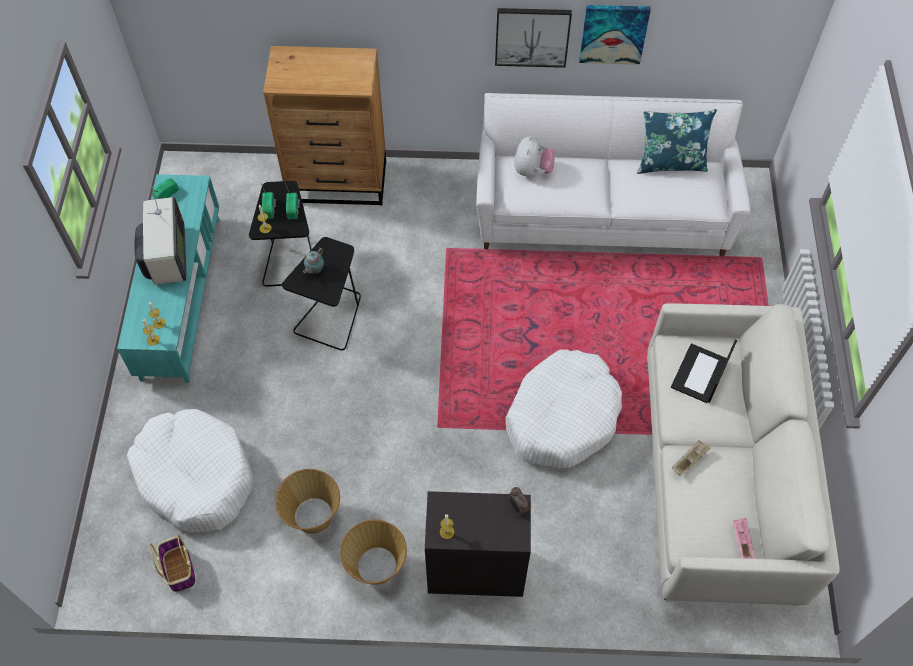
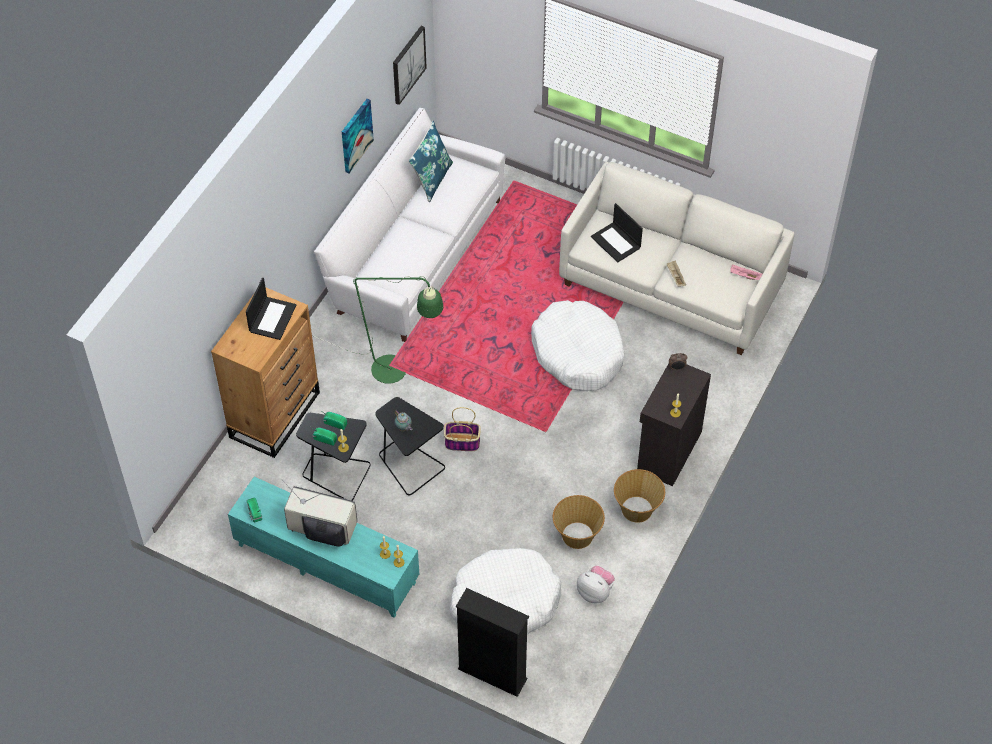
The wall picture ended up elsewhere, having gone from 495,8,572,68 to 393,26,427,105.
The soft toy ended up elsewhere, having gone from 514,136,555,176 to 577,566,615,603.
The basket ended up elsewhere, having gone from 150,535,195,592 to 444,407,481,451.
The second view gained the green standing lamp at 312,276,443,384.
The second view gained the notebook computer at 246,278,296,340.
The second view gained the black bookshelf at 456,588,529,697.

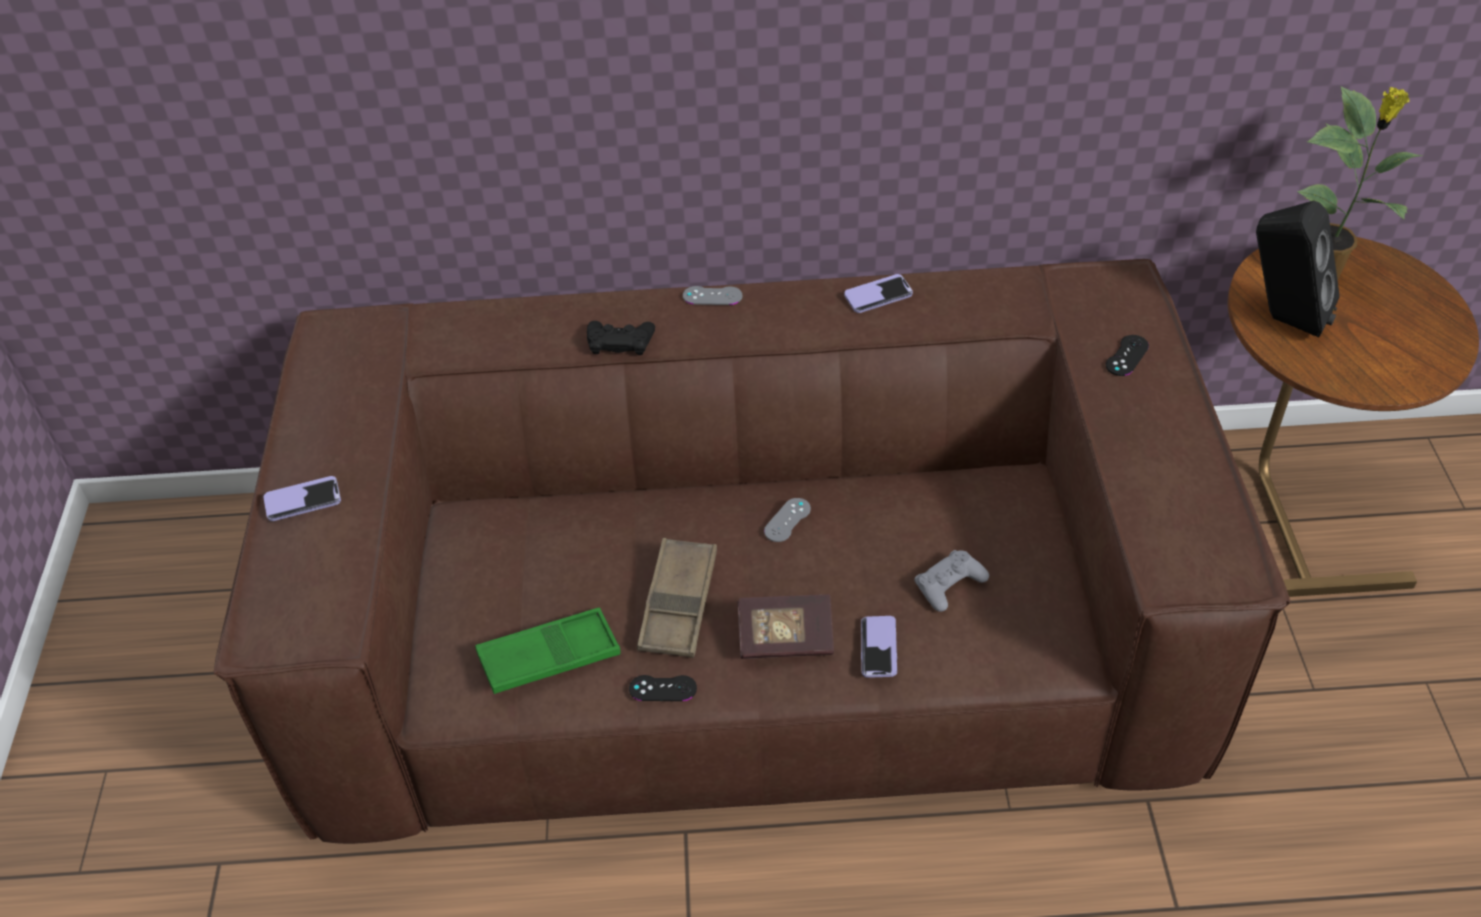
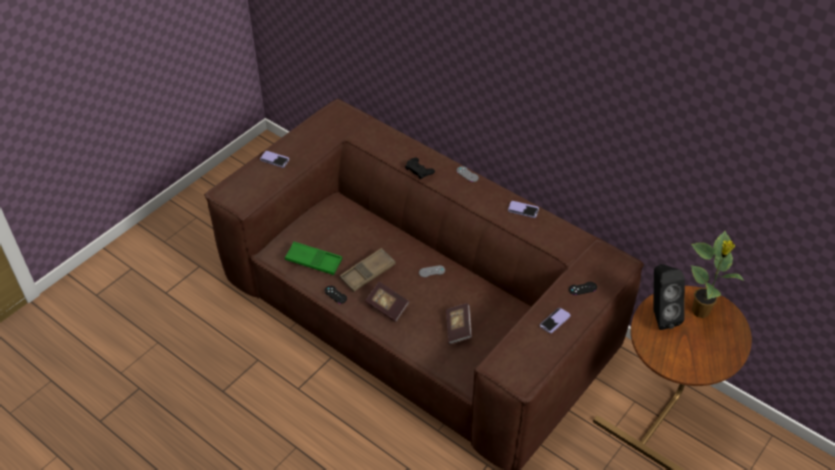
Where the greyish gamepad stood at 914,550,989,612, the bound book came to stand at 446,303,472,344.
The telephone ended up elsewhere, having gone from 861,616,897,678 to 540,308,571,333.

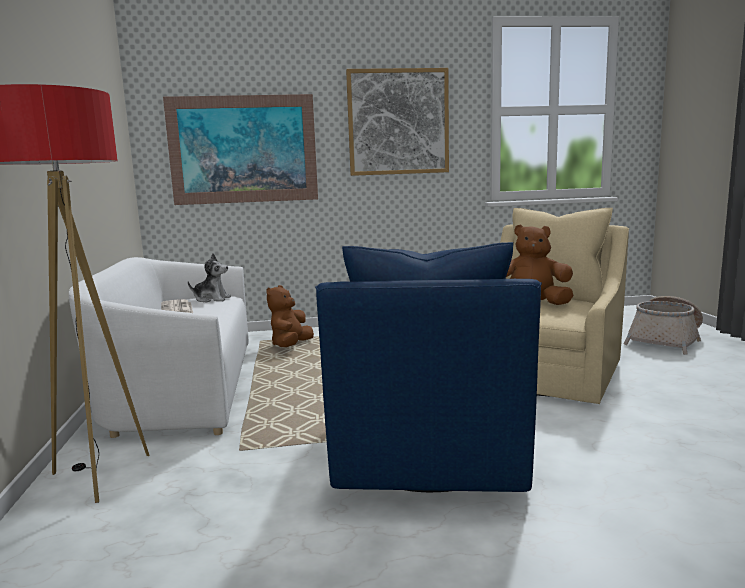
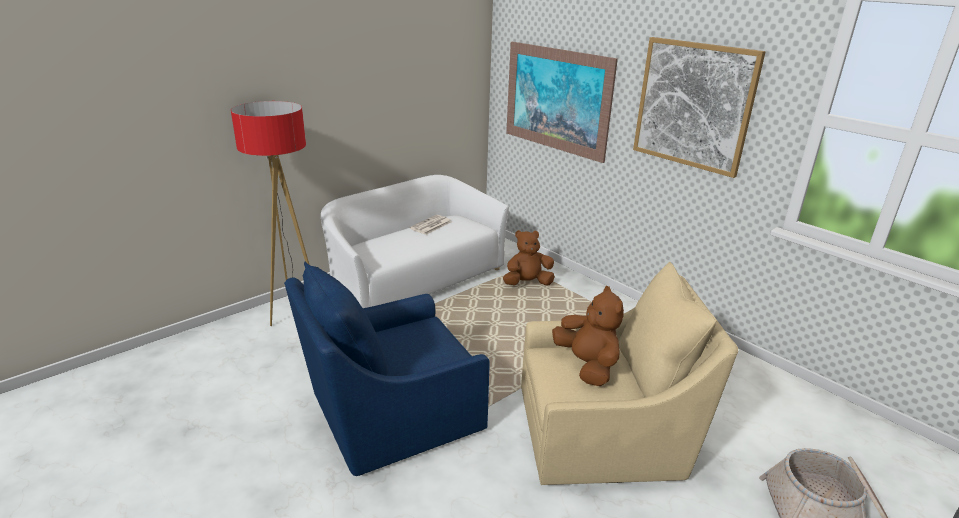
The second view lost the soft toy at 188,253,231,302.

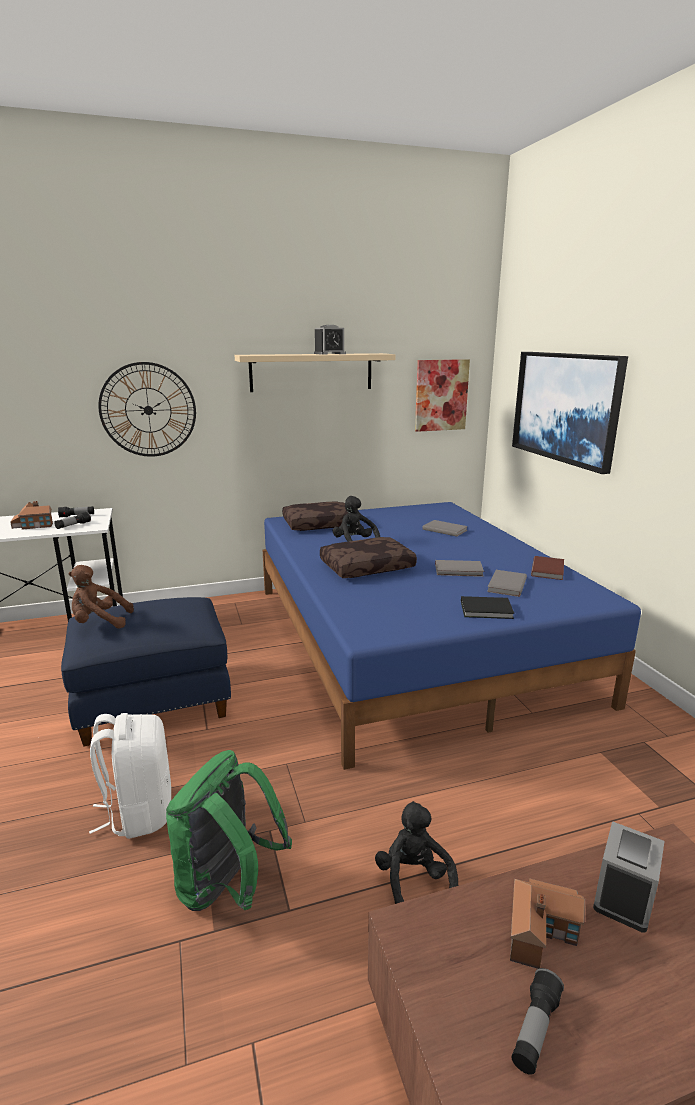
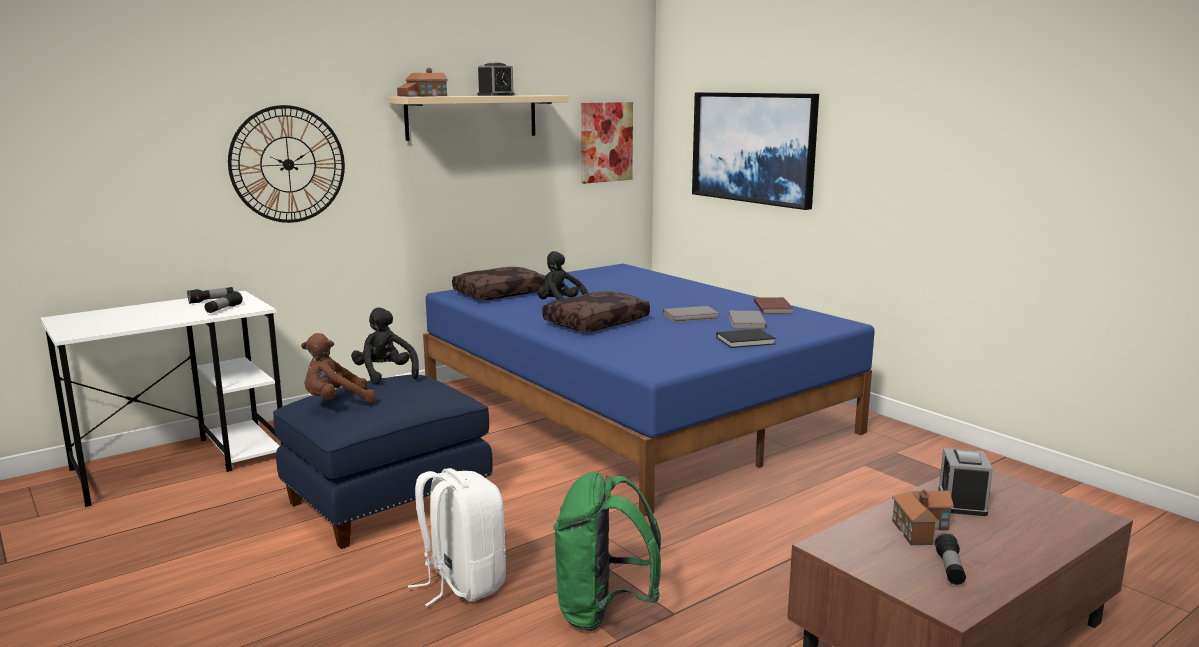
The toy house ended up elsewhere, having gone from 10,501,53,530 to 397,68,448,97.
The second view lost the greyish bound book at 422,520,468,537.
The black soft toy ended up elsewhere, having gone from 375,801,458,904 to 351,307,419,384.

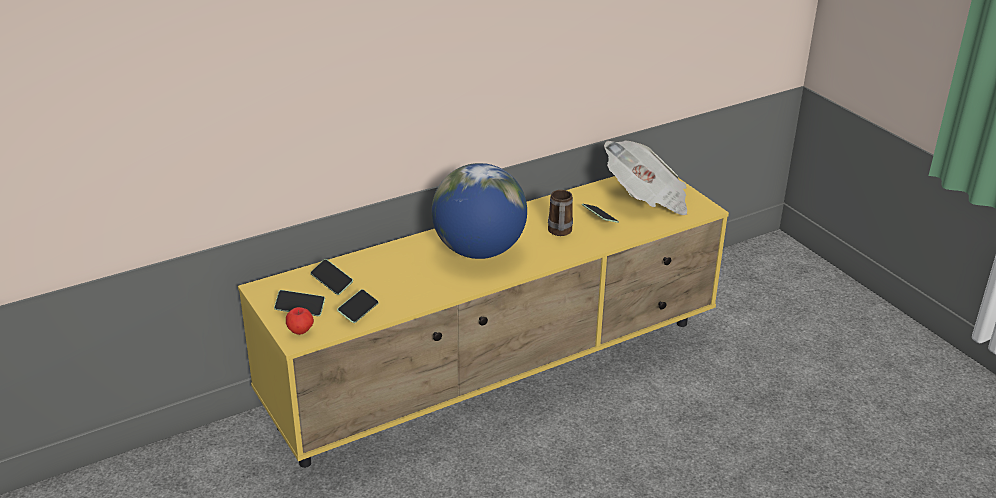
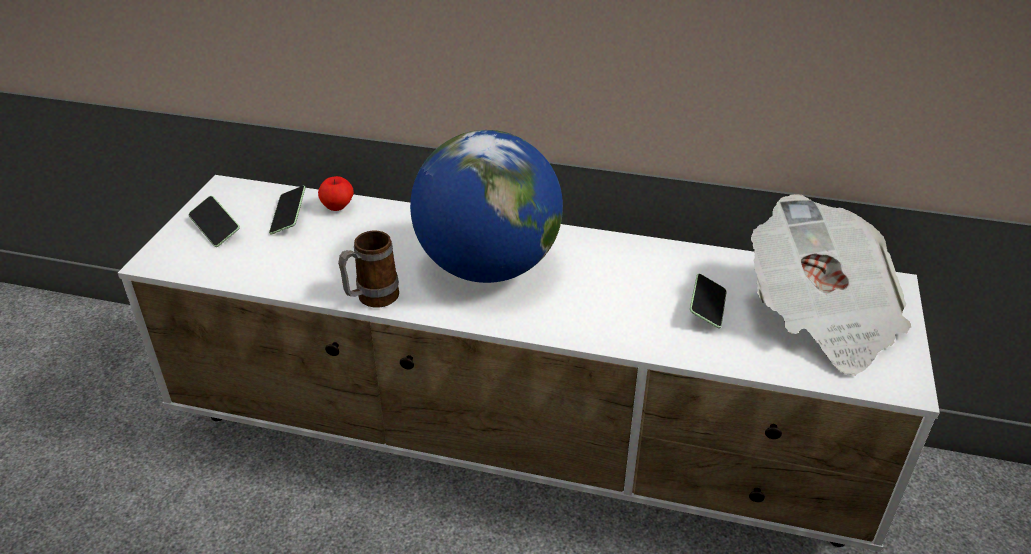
What was the yellow tv stand at 238,176,729,468 turned into the white-coloured tv stand at 118,175,940,552.
The mug ended up elsewhere, having gone from 548,190,573,236 to 338,231,399,308.
The second view lost the telephone at 337,289,379,323.
The apple ended up elsewhere, having gone from 286,307,314,335 to 318,176,354,211.

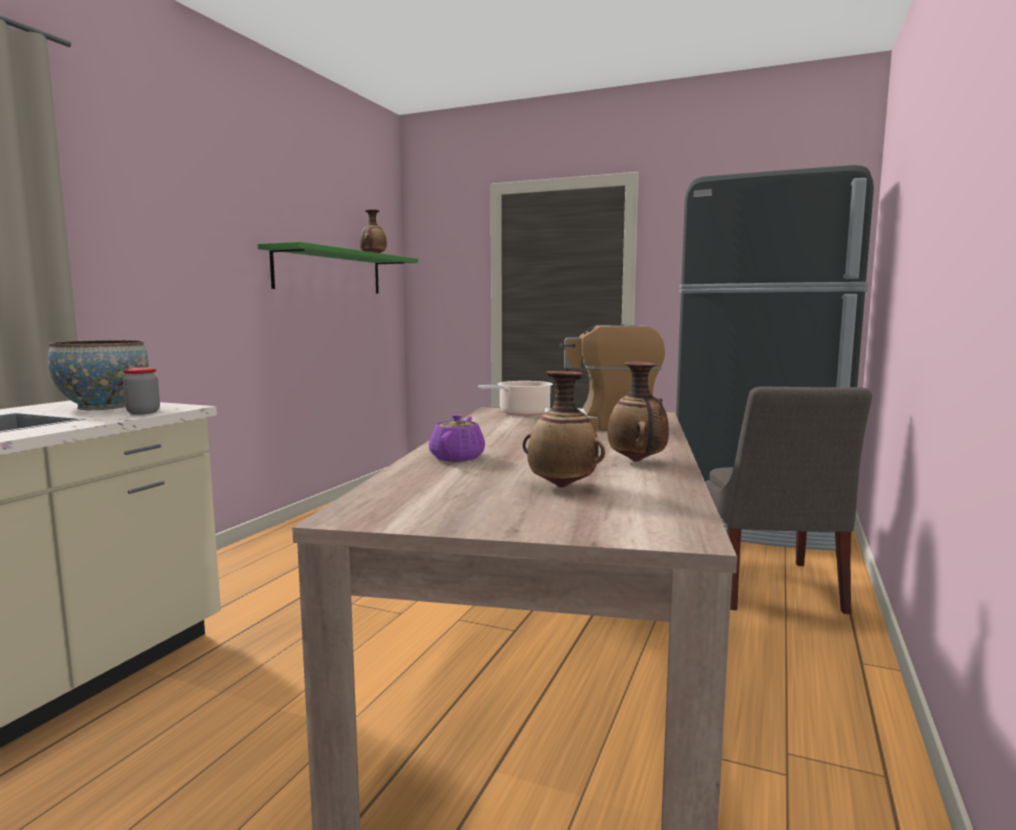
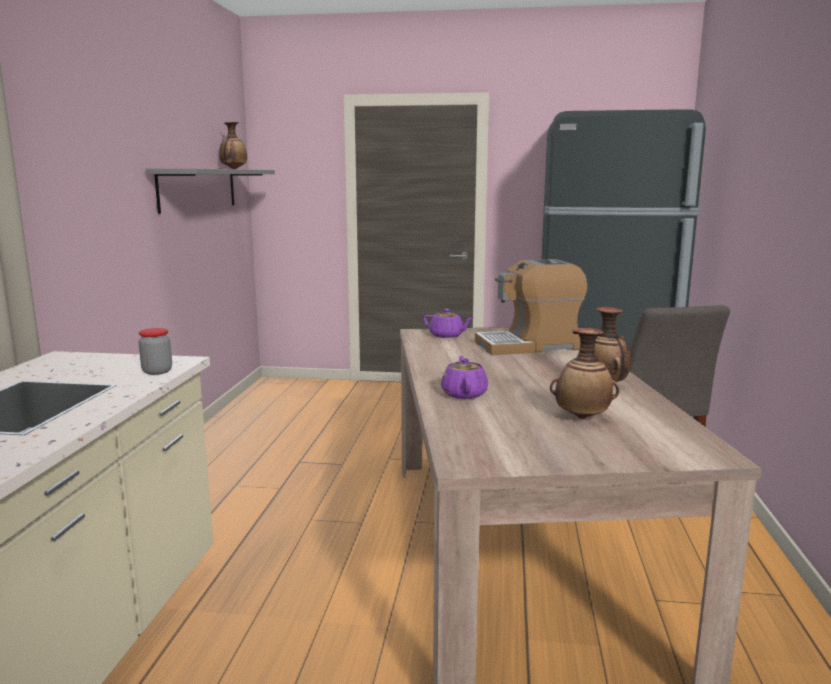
What was the green wall shelf at 258,242,418,294 turned into the greyish wall shelf at 146,169,275,214.
The second view lost the deep dish at 48,340,148,410.
Where the cooking pot stood at 478,381,553,416, the purple tea pot came to stand at 423,309,473,338.

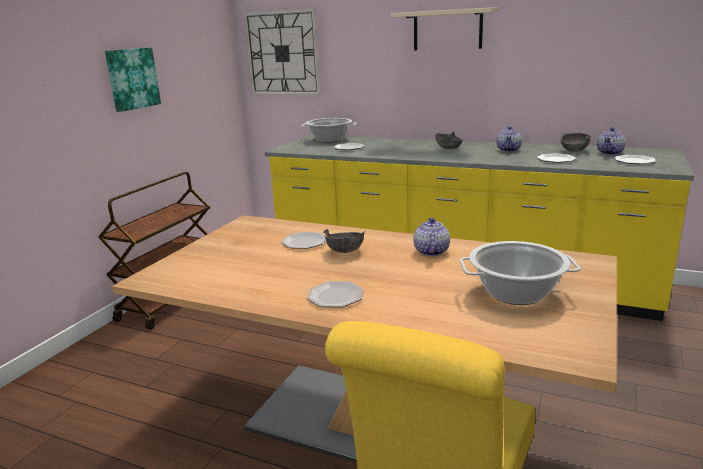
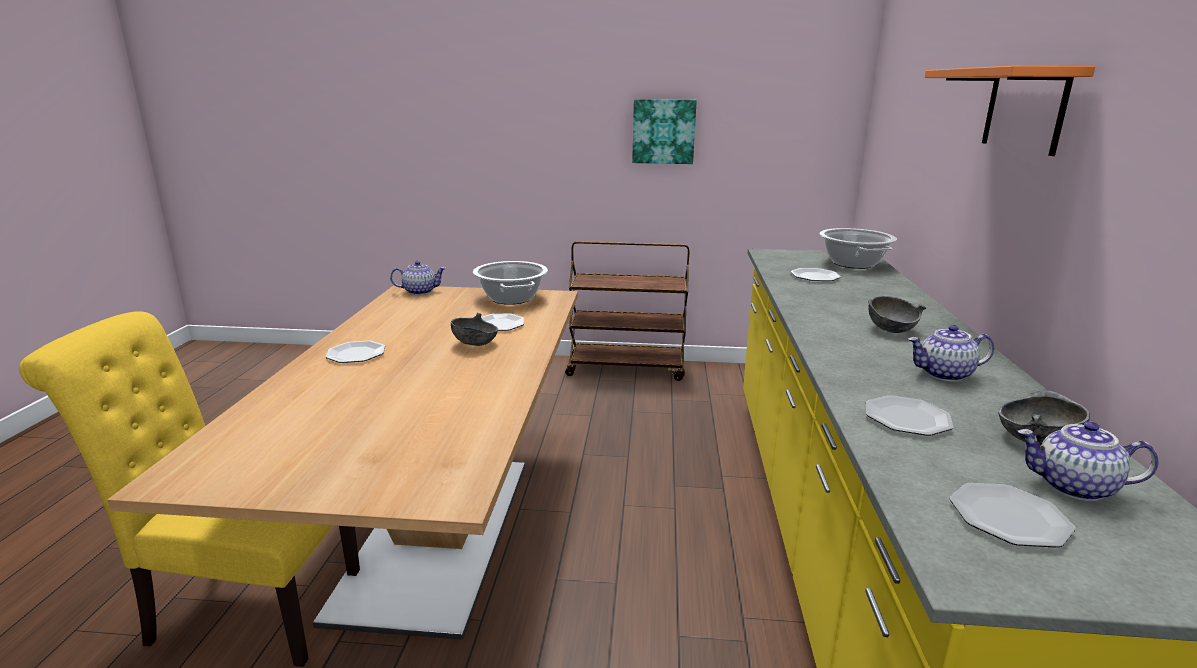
What was the sand-coloured wall shelf at 391,7,498,50 turned into the orangey wall shelf at 925,66,1095,156.
The second view lost the wall clock at 243,8,321,95.
The tea pot ended up elsewhere, having gone from 414,218,450,256 to 390,261,446,295.
The cooking pot ended up elsewhere, having gone from 460,241,581,305 to 473,261,548,305.

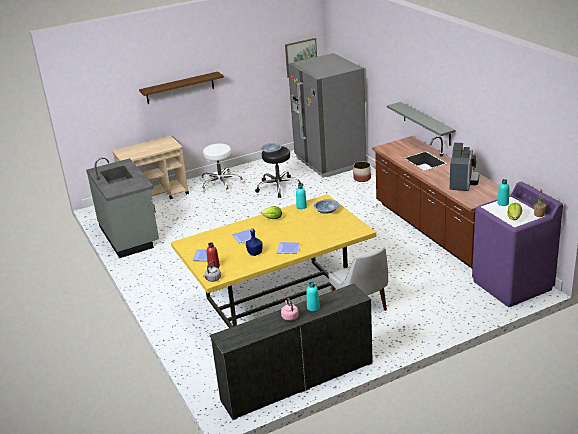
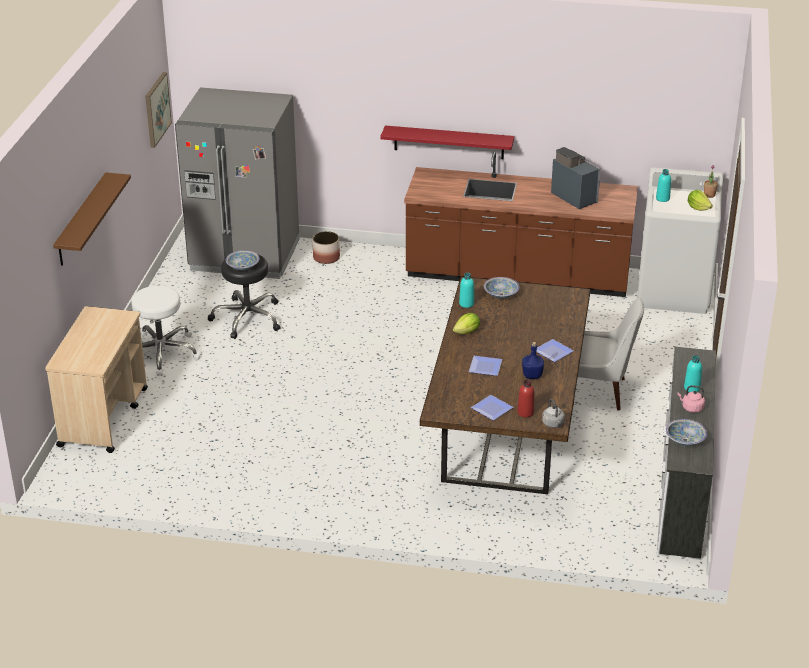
What was the greyish wall shelf at 387,102,455,145 turned into the red wall shelf at 380,126,514,159.
The second view lost the greyish kitchen base unit at 86,157,159,258.
What was the purple laundry appliance at 472,182,563,307 turned into the white-coloured laundry appliance at 637,167,724,314.
What was the yellow dining table at 171,194,376,328 turned into the brown dining table at 420,277,590,494.
The second view gained the deep dish at 666,419,707,446.

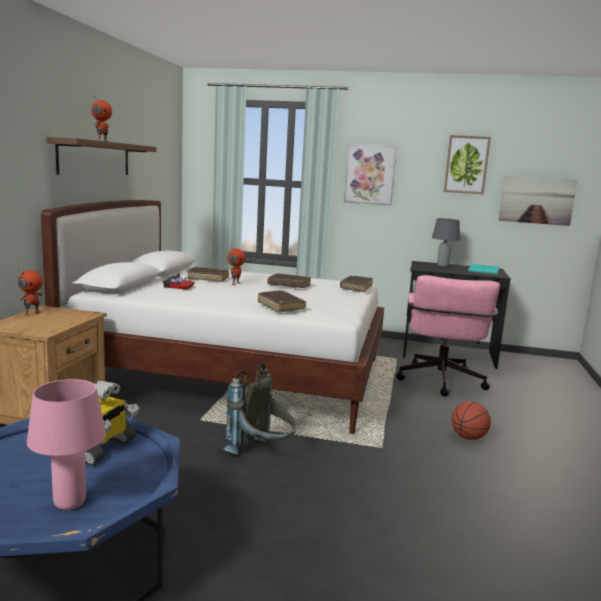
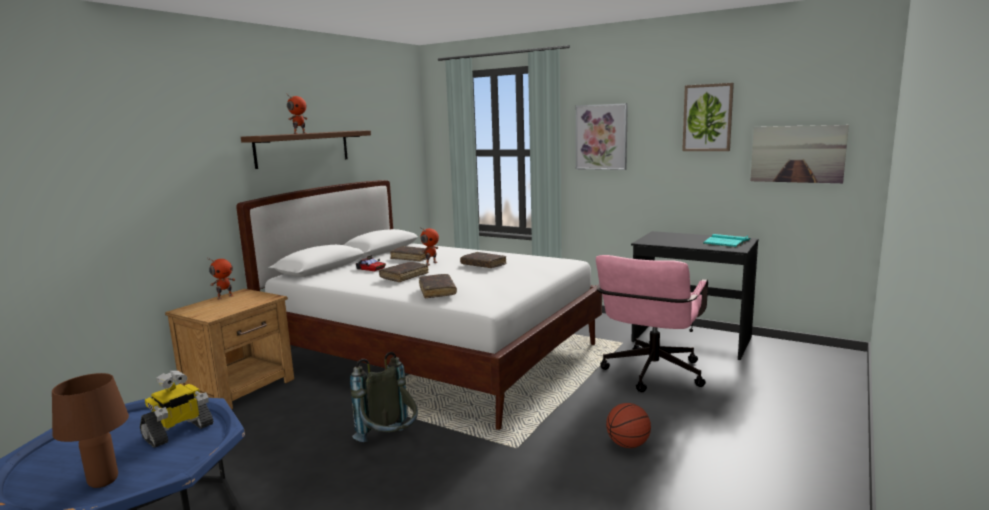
The second view lost the greyish table lamp at 432,218,460,267.
The brown bound book ended up elsewhere, having gone from 340,276,373,292 to 379,262,429,282.
What was the pink table lamp at 27,379,106,510 turned into the brown table lamp at 52,373,129,488.

